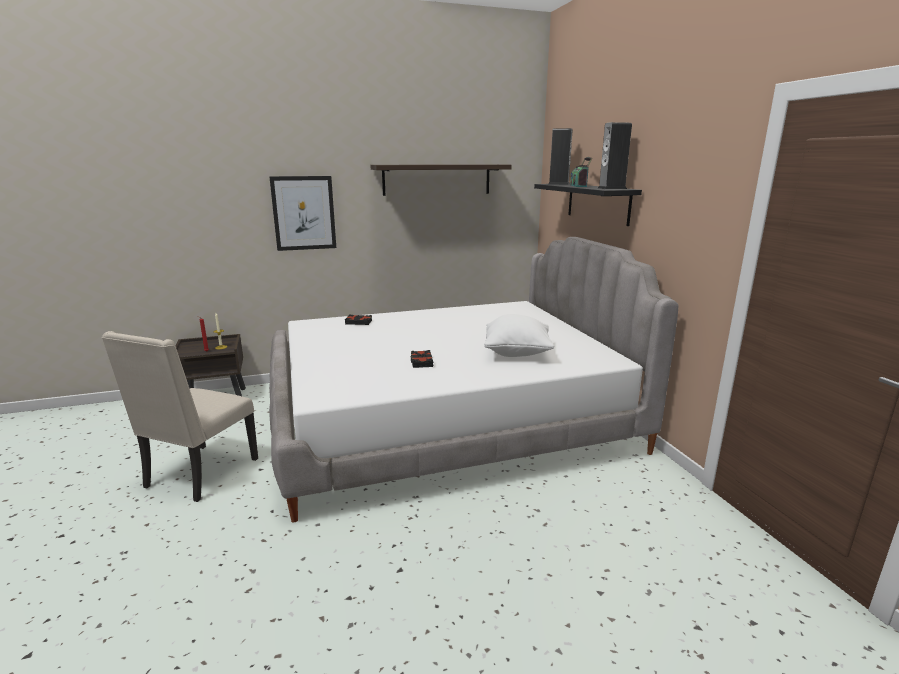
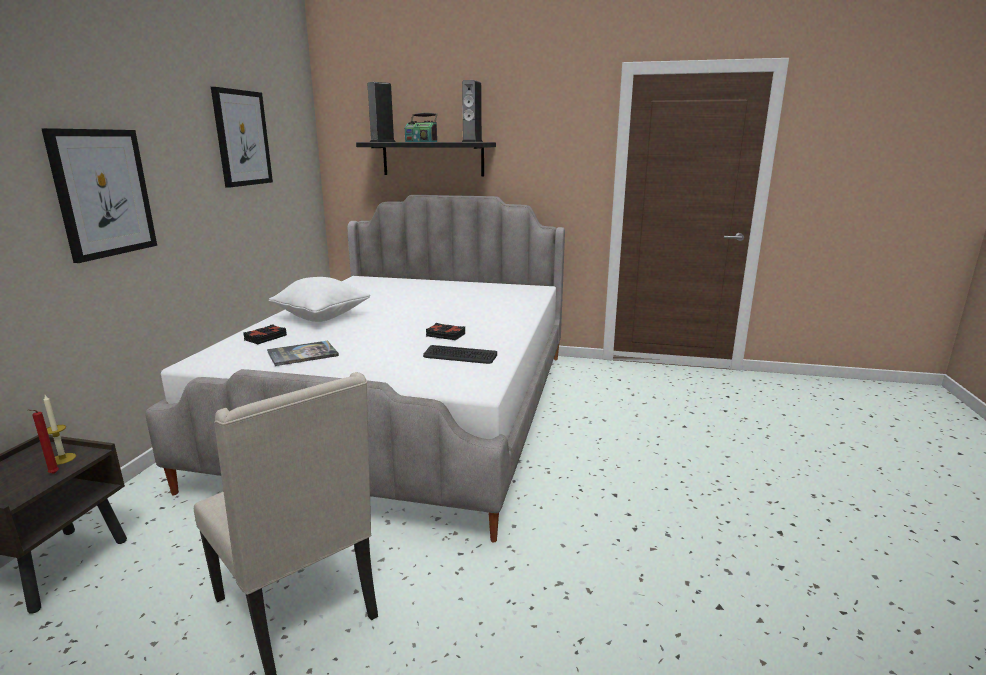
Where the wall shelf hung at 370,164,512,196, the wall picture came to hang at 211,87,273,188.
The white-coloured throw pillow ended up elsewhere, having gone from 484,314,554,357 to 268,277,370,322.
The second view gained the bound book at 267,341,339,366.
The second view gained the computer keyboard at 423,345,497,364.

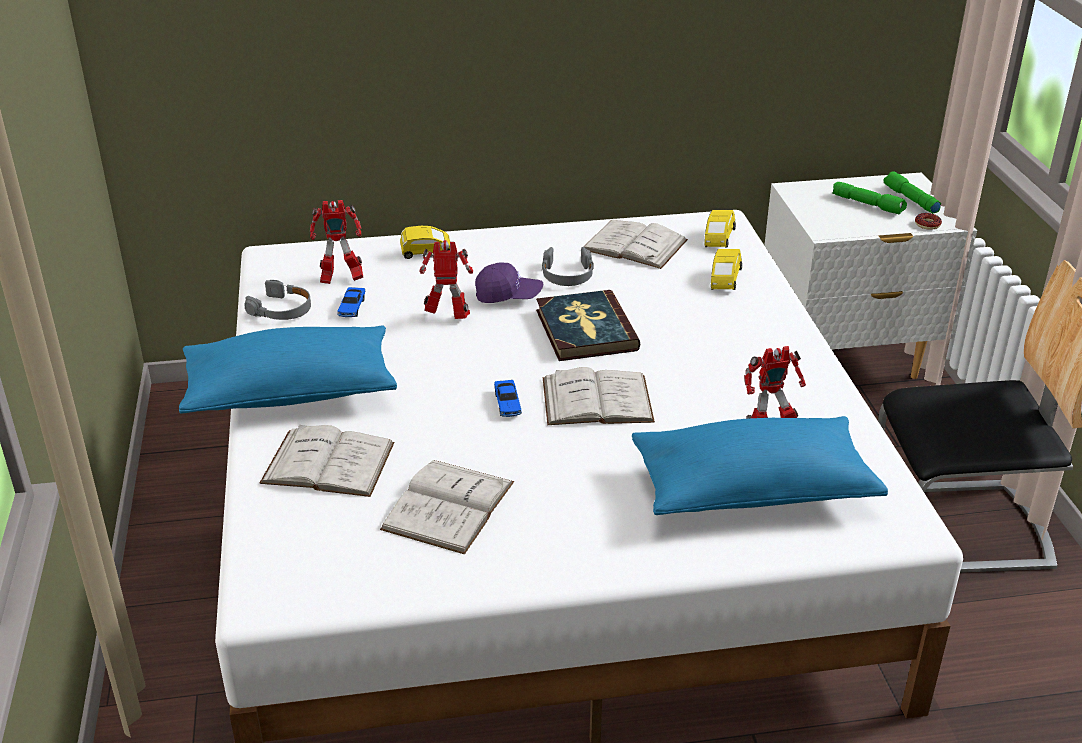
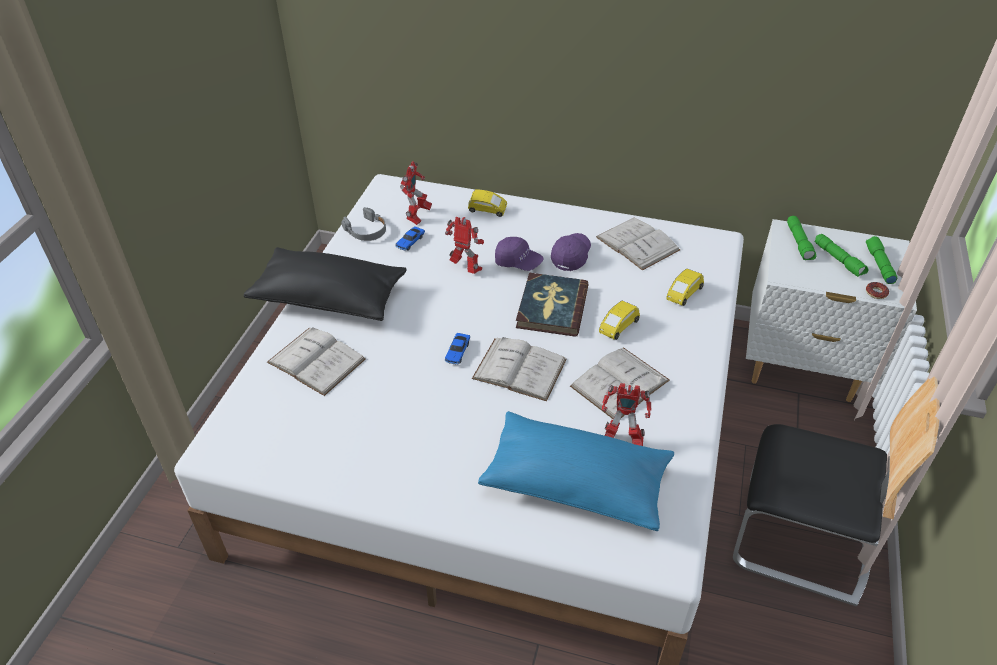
The toy robot at 310,200,363,284 ended up facing another way, 90 degrees counterclockwise from before.
The yellow miniature car ended up elsewhere, having gone from 704,210,736,248 to 599,301,640,340.
Where the greyish pair of headphones stood at 542,247,594,286, the purple baseball cap came to stand at 551,233,591,271.
What was the blue-coloured throw pillow at 179,325,397,414 turned into the black throw pillow at 244,247,407,321.
The white-coloured bound book ended up elsewhere, having gone from 380,460,514,555 to 570,347,670,419.
The second view gained the green flashlight at 787,216,816,260.

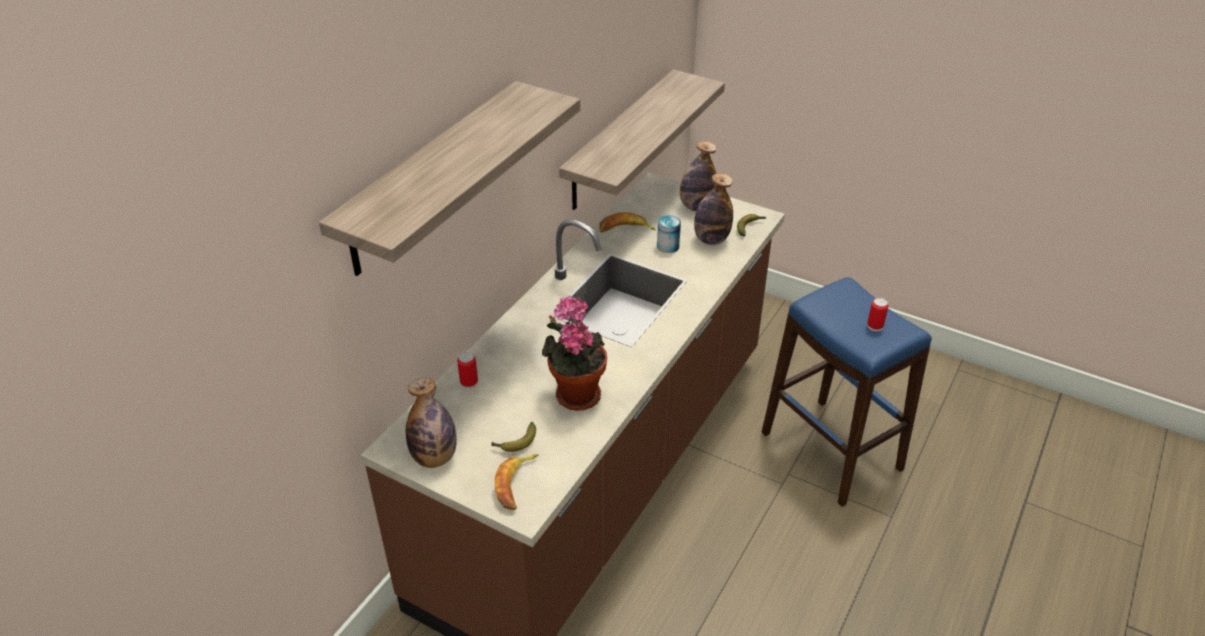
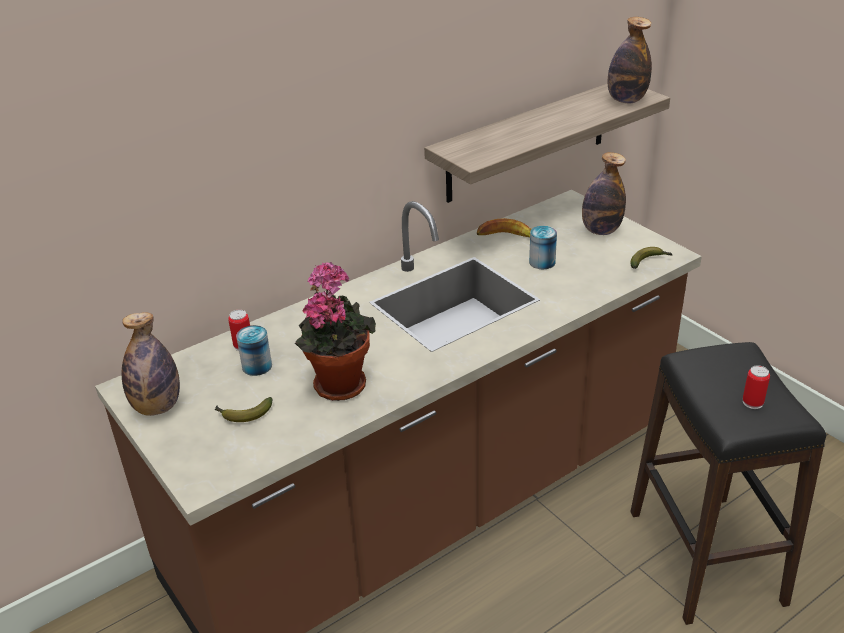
The second view lost the wall shelf at 319,81,580,276.
The drink bottle ended up elsewhere, having gone from 694,173,733,245 to 608,17,652,103.
What was the blue-coloured stool seat at 762,277,932,507 turned into the black stool seat at 630,342,826,625.
The second view lost the whole banana at 495,454,539,510.
The second view gained the metal can at 236,325,272,376.

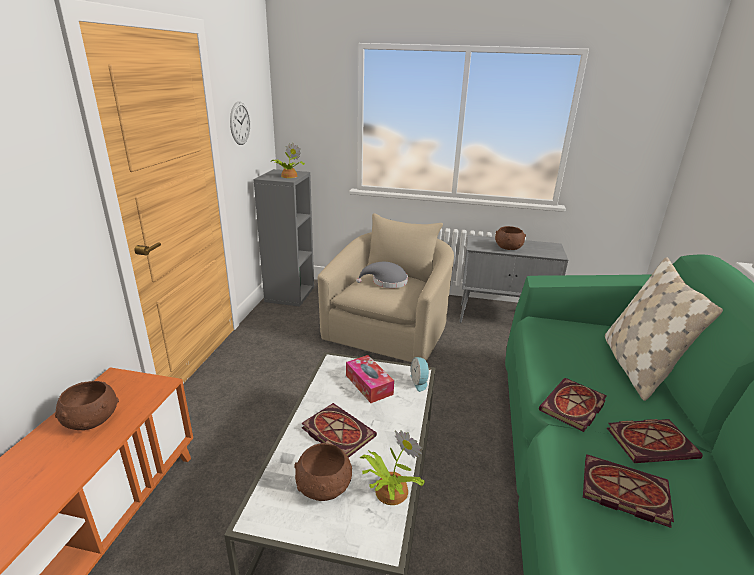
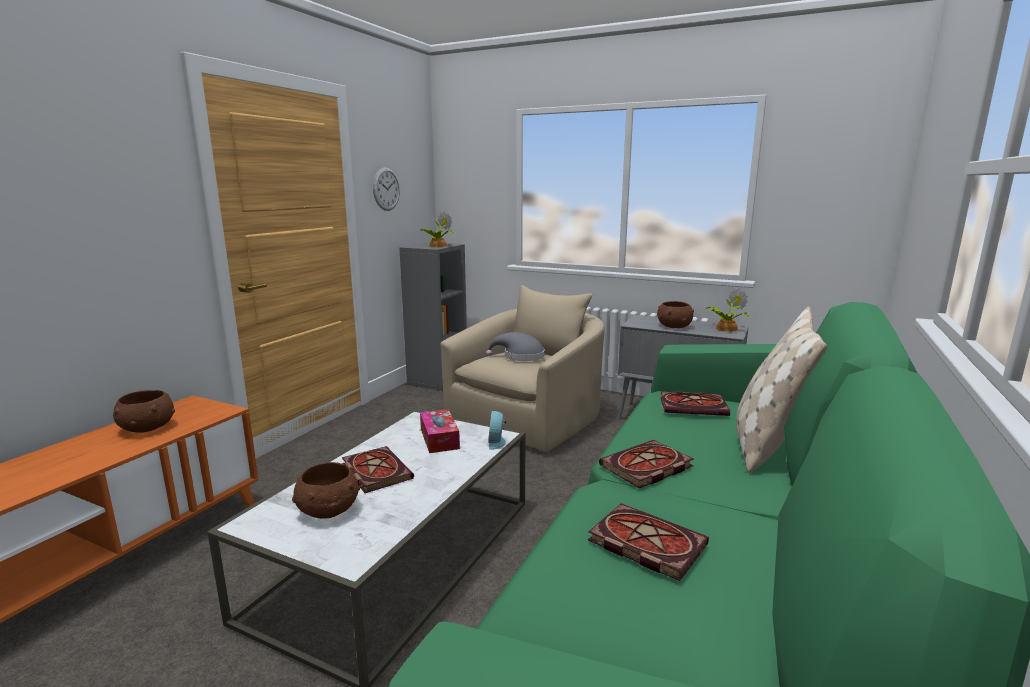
The bound book ended up elsewhere, having gone from 607,419,703,463 to 660,391,730,416.
The houseplant ended up elsewhere, having gone from 360,430,425,505 to 706,288,750,332.

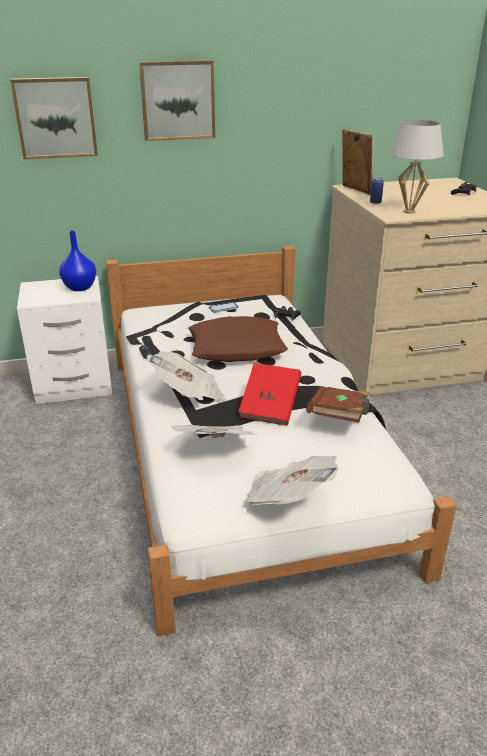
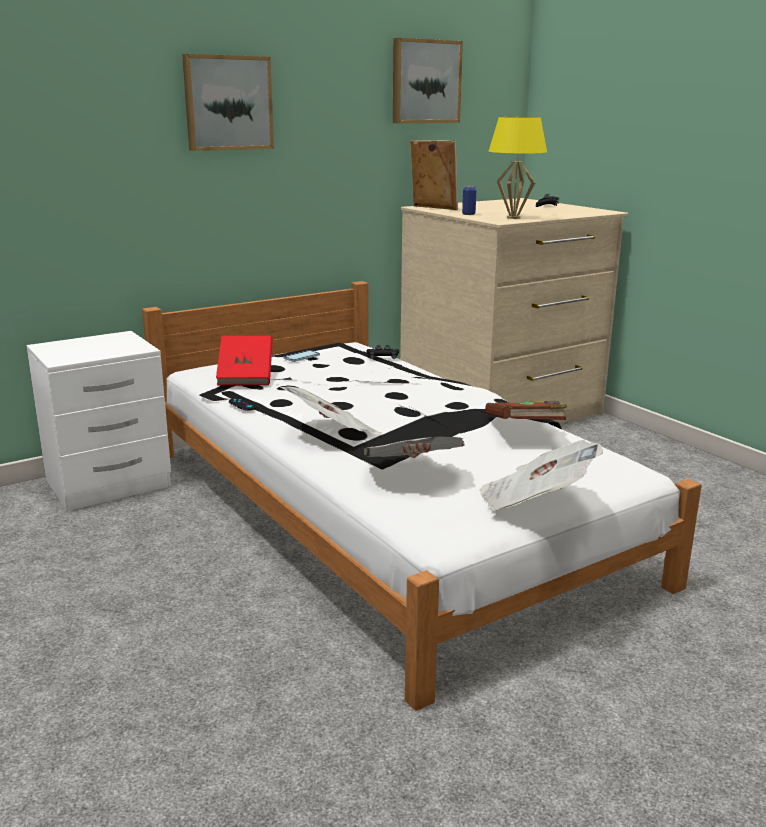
The wall picture ended up elsewhere, having gone from 10,77,98,160 to 393,38,463,123.
What was the white-coloured table lamp at 390,120,444,214 turned into the yellow table lamp at 489,117,547,219.
The second view lost the blue-coloured decorative vase at 59,231,96,291.
The second view lost the brown throw pillow at 188,316,288,362.
The red bound book ended up elsewhere, having gone from 238,363,301,426 to 216,336,273,385.

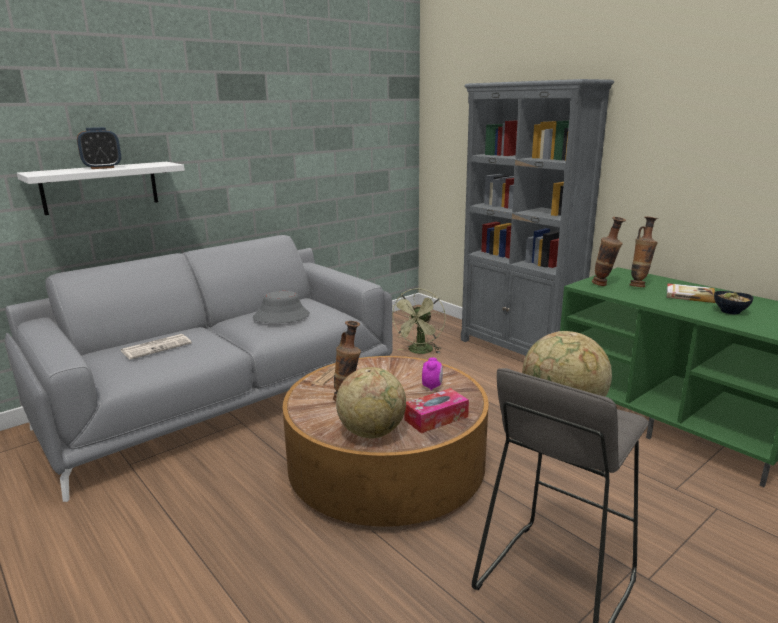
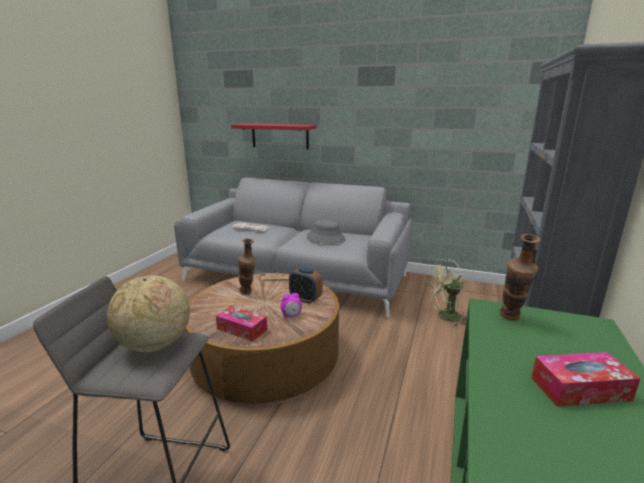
The bedside clock ended up elsewhere, having gone from 77,127,121,169 to 289,267,323,304.
What was the white-coloured wall shelf at 17,162,185,215 turned into the red wall shelf at 231,123,317,149.
The second view lost the decorative vase at 630,217,658,287.
Where the bound book stood at 667,283,716,303, the tissue holder came to stand at 531,352,641,407.
The second view lost the deep dish at 714,291,754,314.
The second view lost the desk globe at 336,367,406,438.

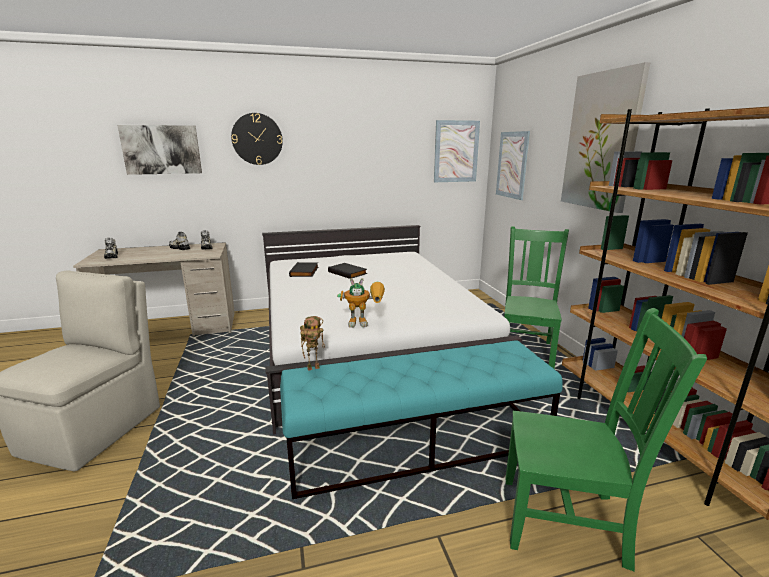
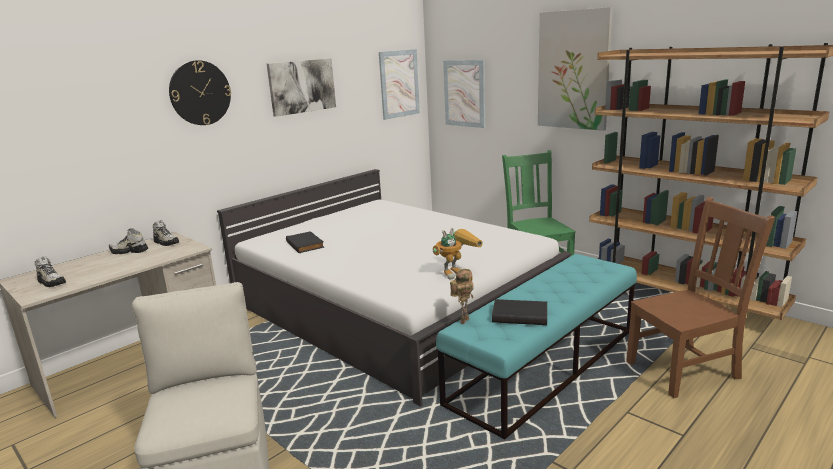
The wall picture ended up elsewhere, having gone from 117,125,202,175 to 267,58,336,117.
The black bound book ended up elsewhere, having gone from 328,263,367,279 to 492,299,547,325.
What was the green upright chair at 505,308,707,572 turned into the brown upright chair at 626,197,775,398.

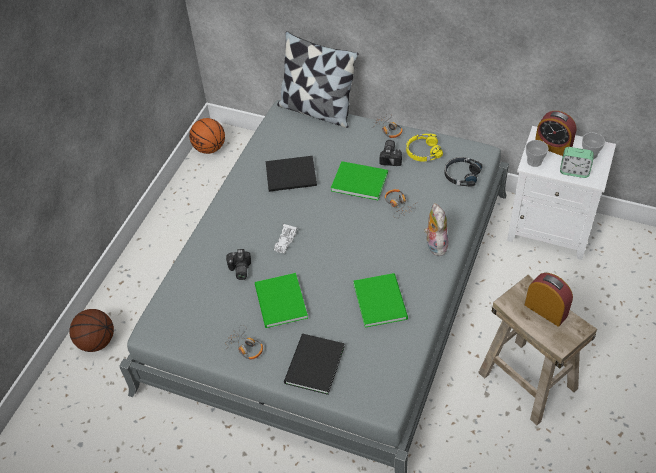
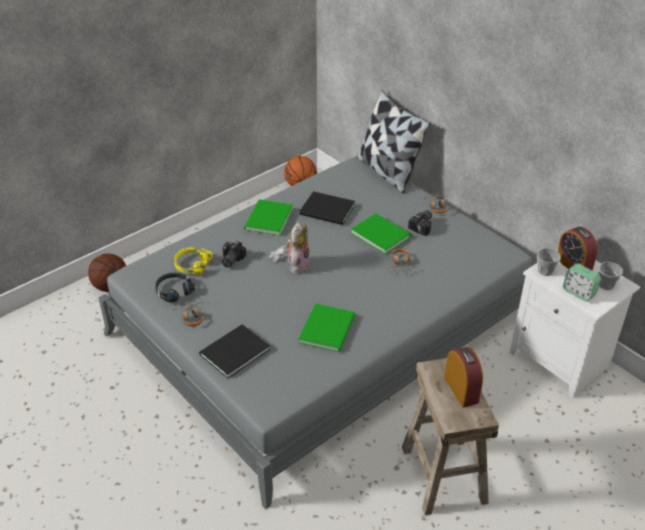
The yellow pair of headphones ended up elsewhere, having gone from 406,134,443,162 to 174,247,213,274.
The black pair of headphones ended up elsewhere, having gone from 445,157,482,187 to 155,272,195,303.
The soft toy ended up elsewhere, having gone from 424,203,448,256 to 286,222,310,274.
The green bound book ended up elsewhere, having gone from 255,273,308,328 to 244,199,293,236.

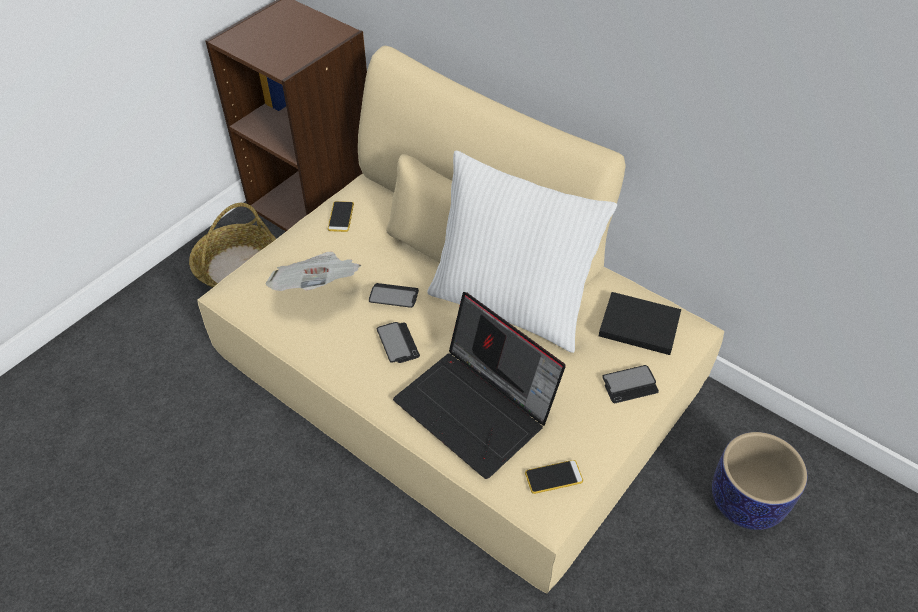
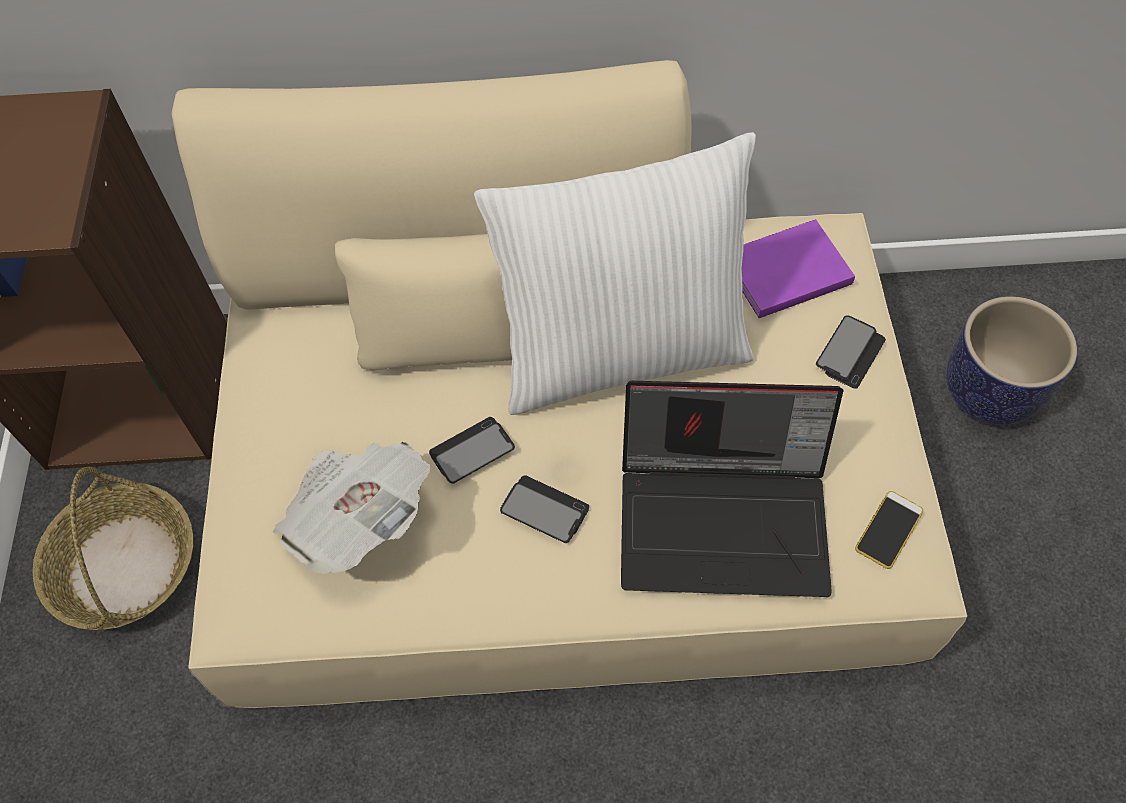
The second view lost the telephone at 328,201,354,232.
What was the black bound book at 599,292,681,355 turned into the purple bound book at 742,219,855,318.

